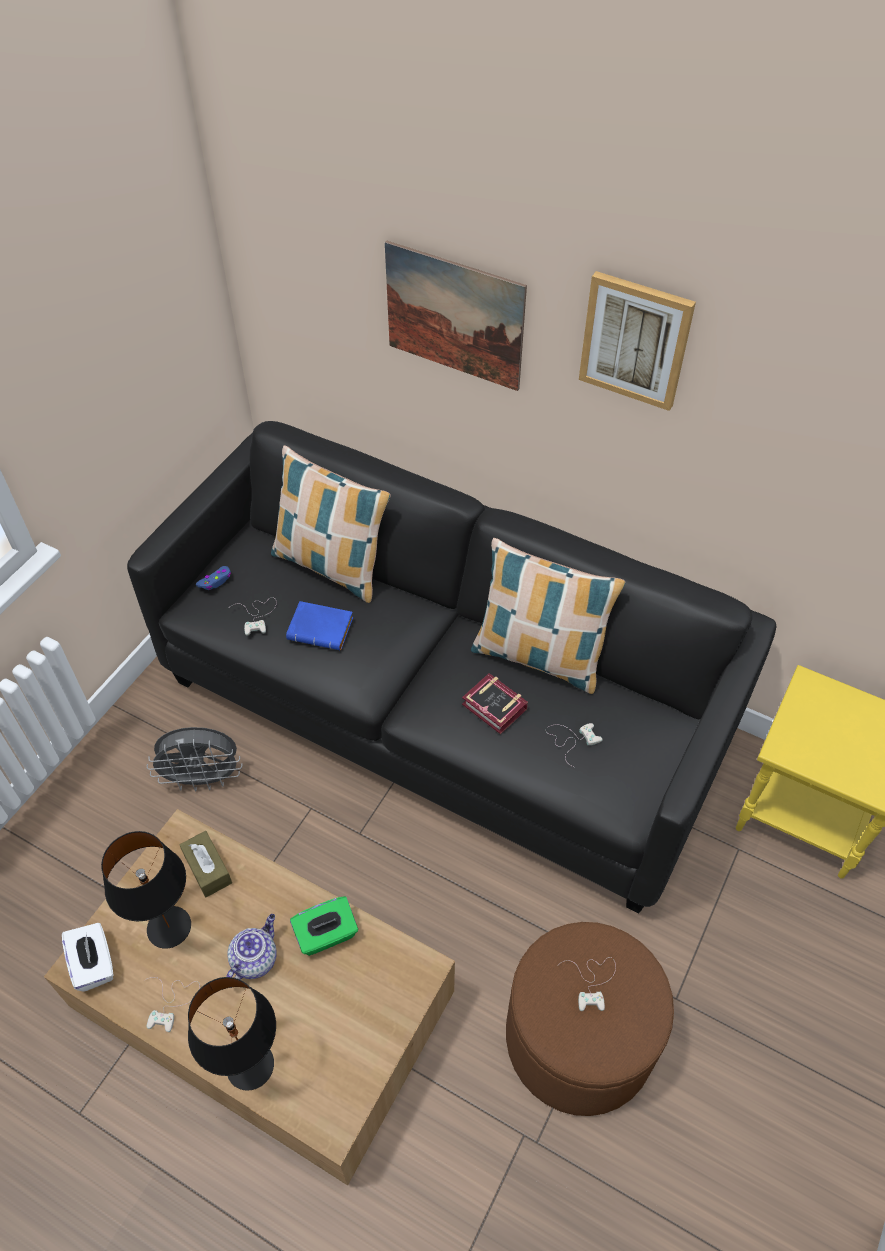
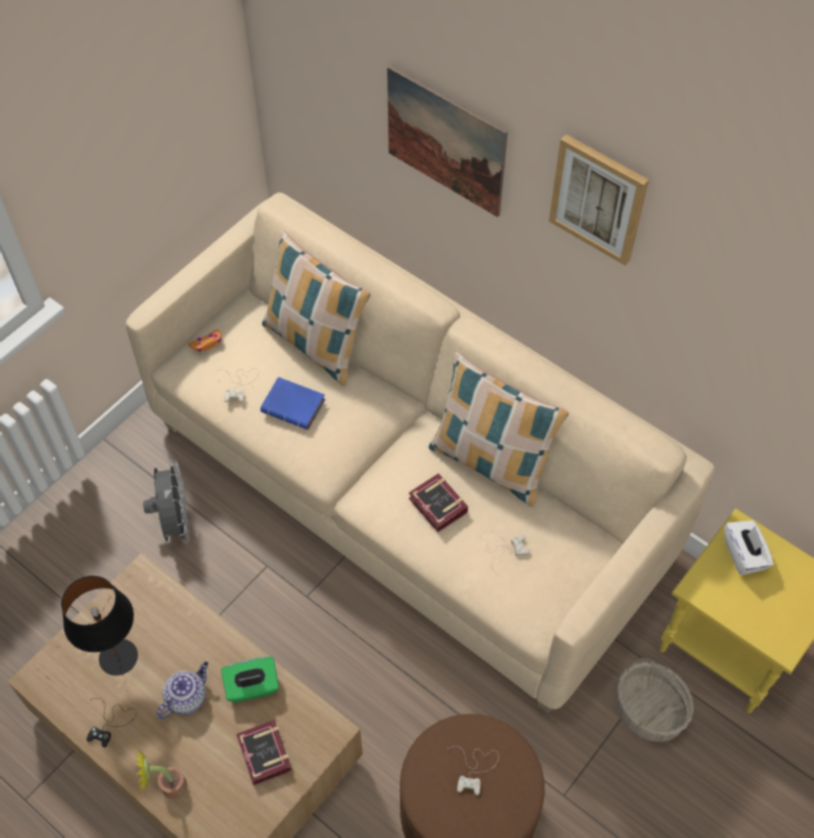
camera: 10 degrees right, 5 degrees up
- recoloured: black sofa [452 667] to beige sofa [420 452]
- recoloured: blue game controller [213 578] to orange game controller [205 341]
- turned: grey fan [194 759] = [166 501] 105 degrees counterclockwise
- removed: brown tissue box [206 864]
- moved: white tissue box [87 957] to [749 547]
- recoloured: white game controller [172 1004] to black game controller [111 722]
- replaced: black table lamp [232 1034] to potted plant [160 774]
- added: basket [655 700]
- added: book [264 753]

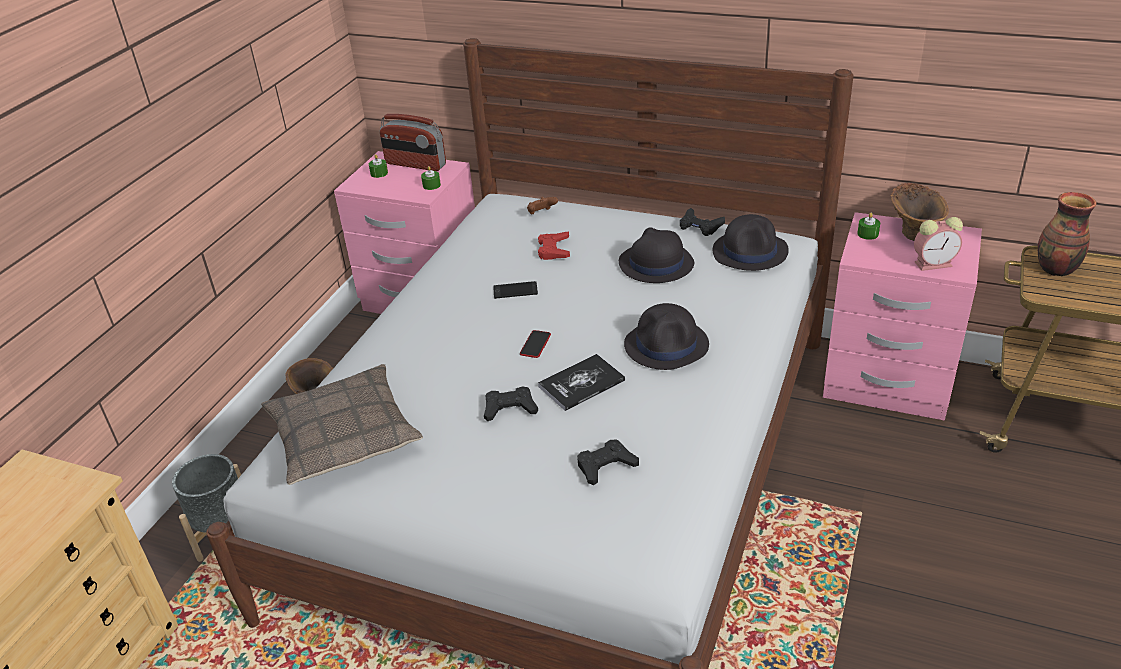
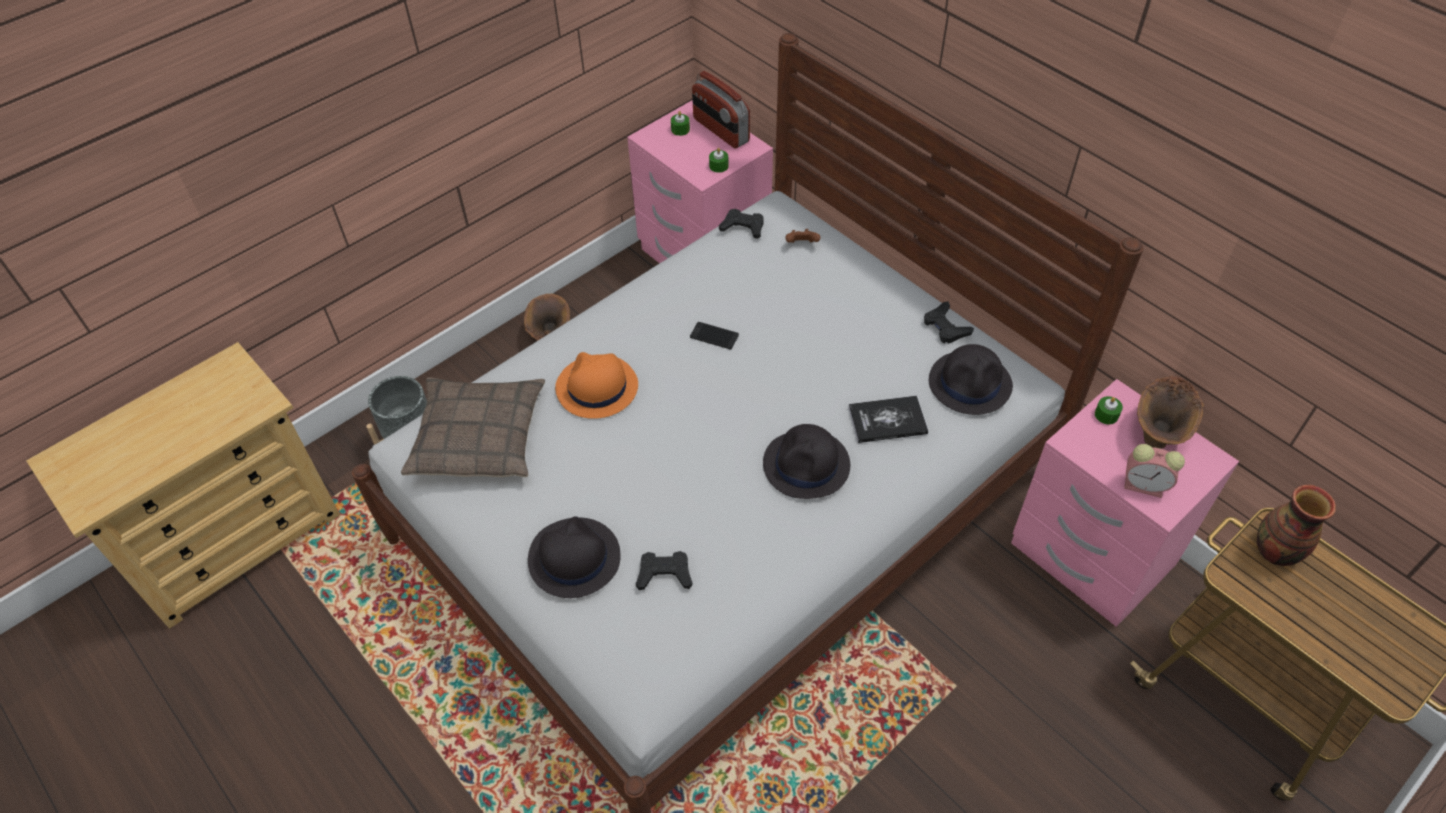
camera: 25 degrees right, 15 degrees up
- moved: black hat [656 255] to [574 557]
- removed: red game controller [554 246]
- removed: phone [535 344]
- moved: book [581 382] to [888 419]
- moved: black game controller [511 403] to [741 224]
- added: orange hat [596 385]

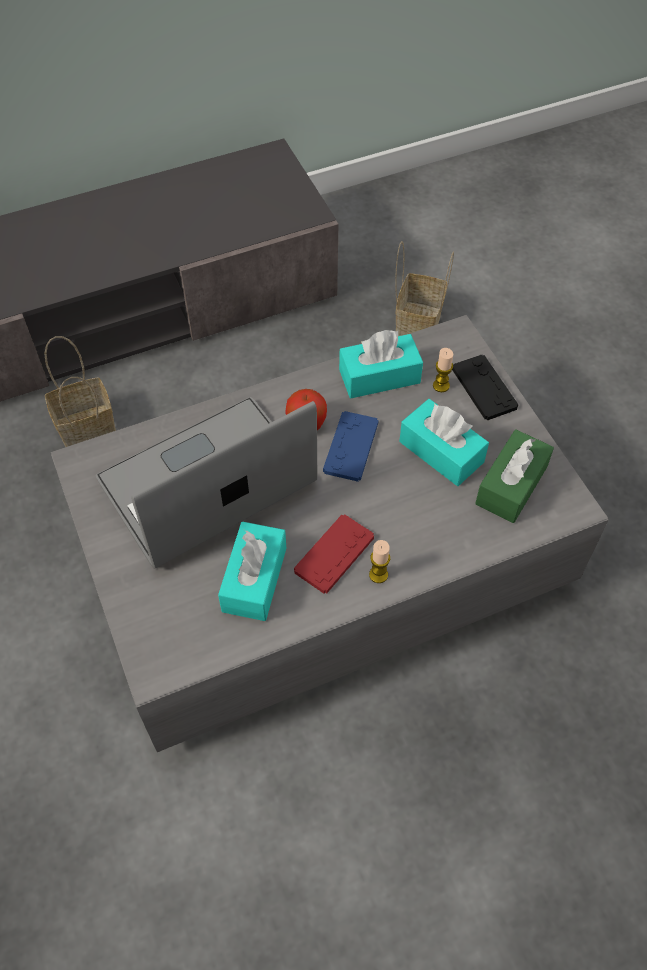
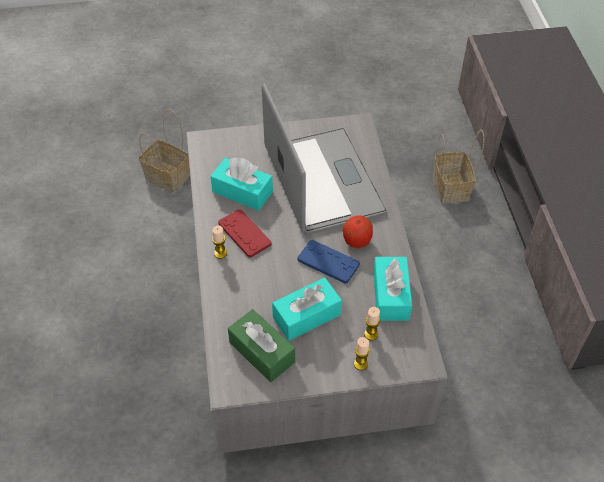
camera: 105 degrees right, 5 degrees down
- moved: basket [424 288] to [164 151]
- replaced: black game controller [485 387] to candle [362 353]

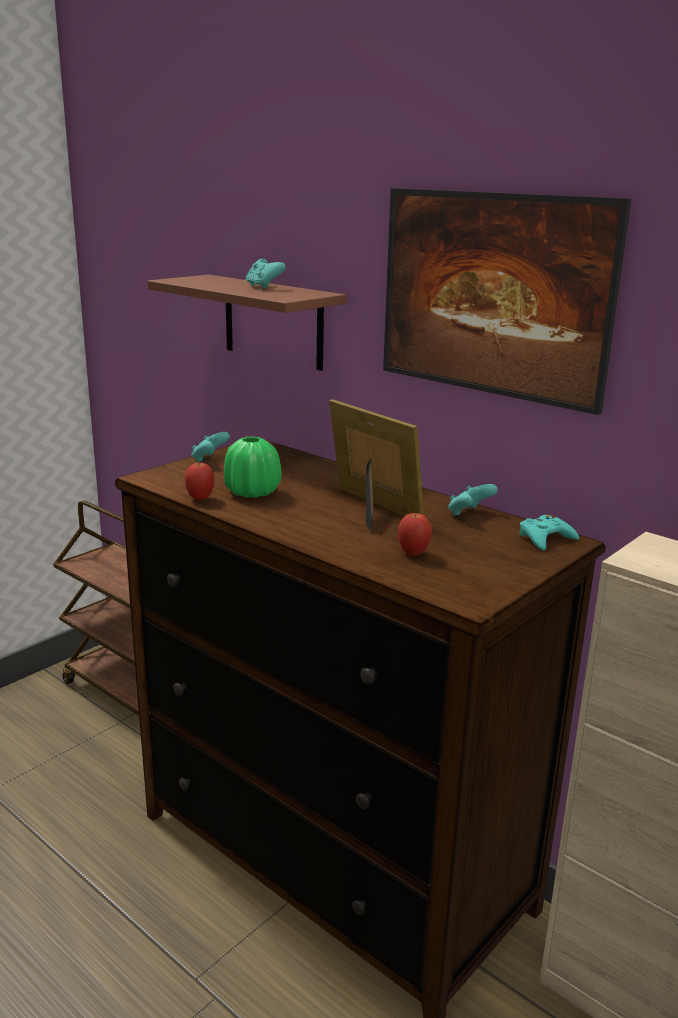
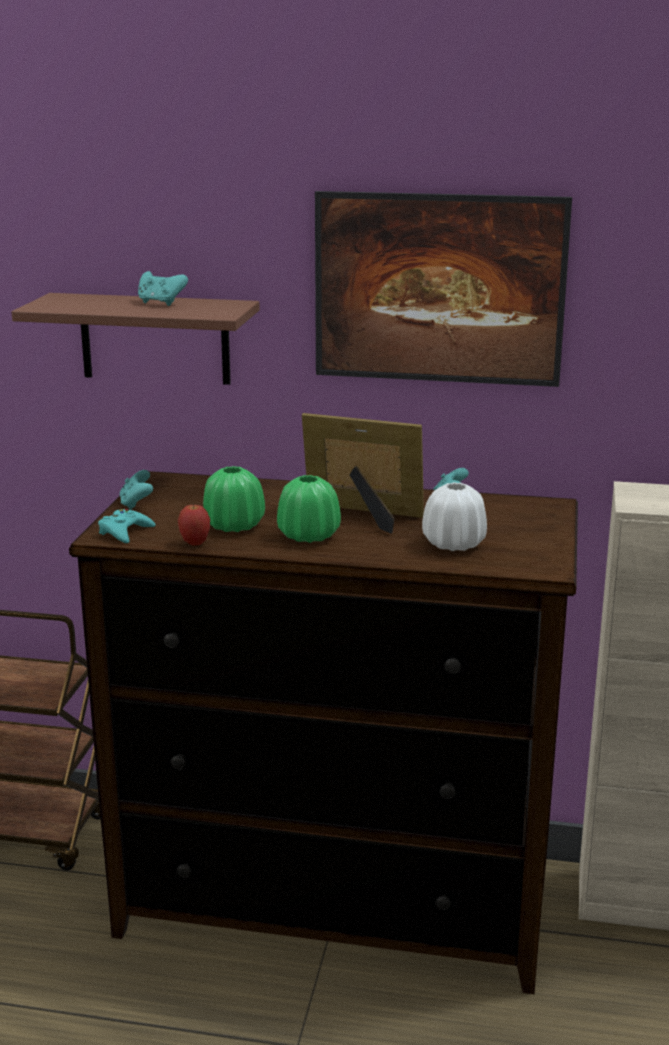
camera: 30 degrees left, 0 degrees up
- replaced: apple [415 533] to white vase [454 516]
- moved: turquoise game controller [549 533] to [127 526]
- added: green vase [309 509]

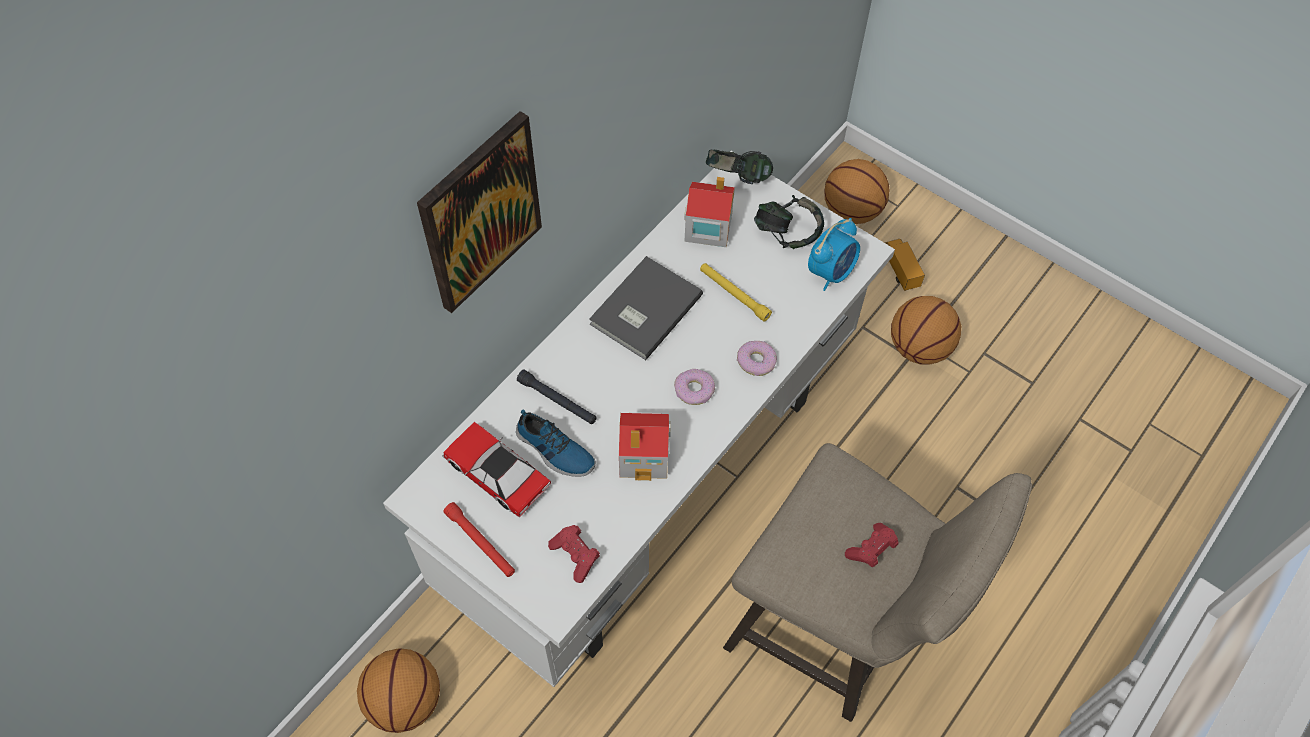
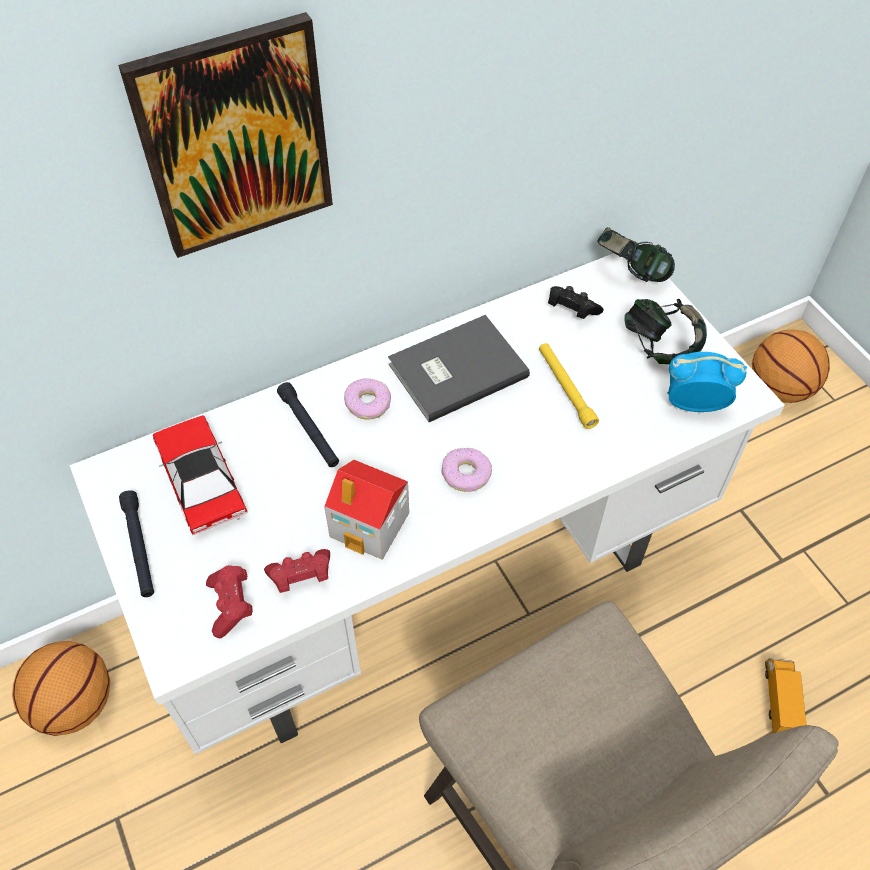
camera: 25 degrees right, 5 degrees down
- replaced: toy house [709 212] to black game controller [576 302]
- turned: alarm clock [834 254] = [707 382] 150 degrees counterclockwise
- moved: toy truck [905 265] to [785 695]
- removed: basketball [926 330]
- moved: donut [757 358] to [367 399]
- removed: shoe [556 443]
- recoloured: red flashlight [479 539] to black flashlight [136 543]
- moved: red game controller [871 545] to [297 571]

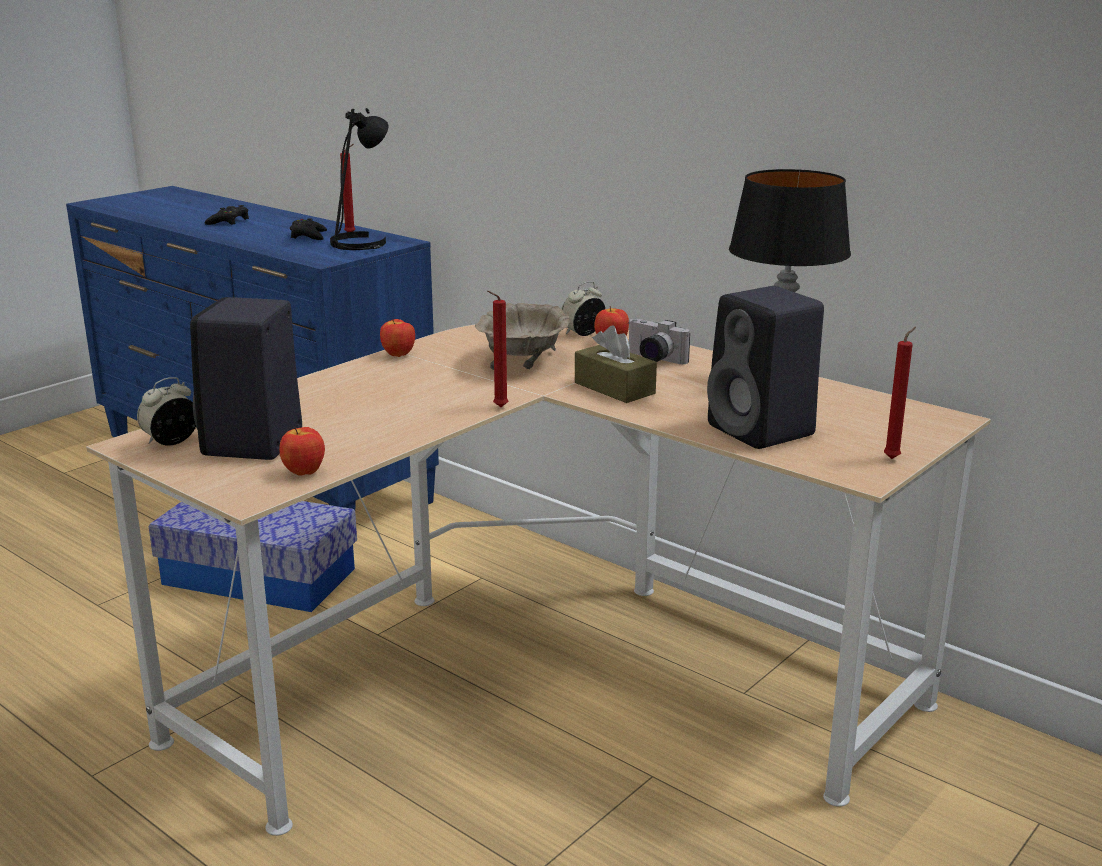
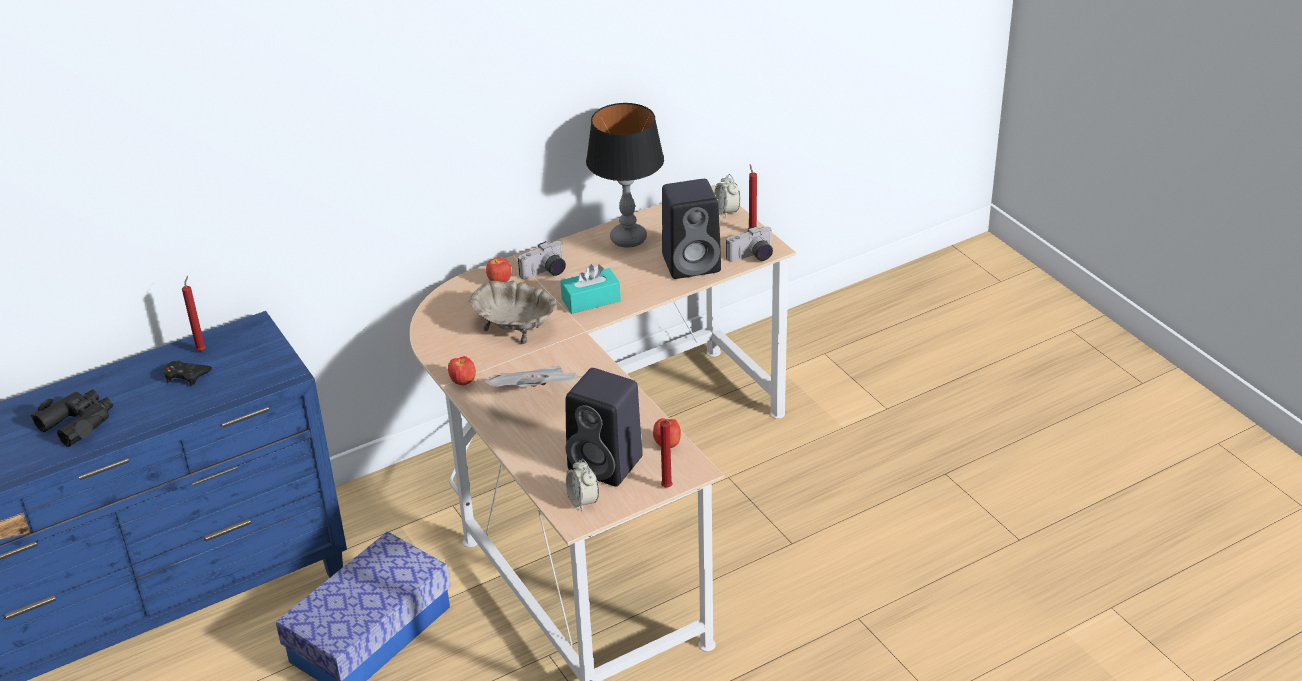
camera: 70 degrees left, 15 degrees up
- removed: black table lamp [359 179]
- replaced: black game controller [226 215] to black binoculars [72 418]
- moved: alarm clock [583 308] to [727 195]
- moved: red candle [498 349] to [666 454]
- recoloured: brown tissue box [616 364] to turquoise tissue box [591 289]
- added: photo camera [749 244]
- added: newspaper [533 376]

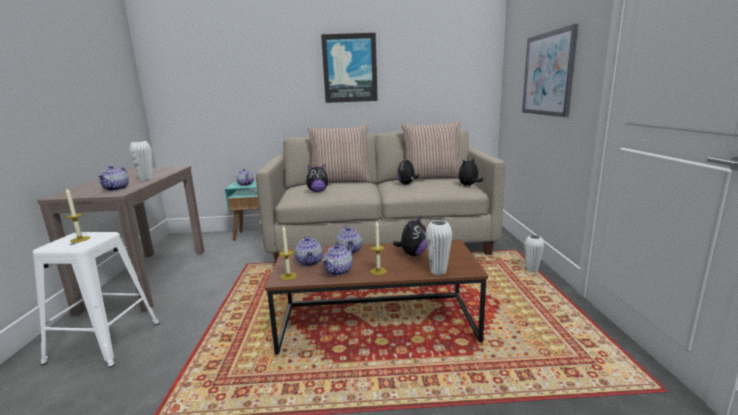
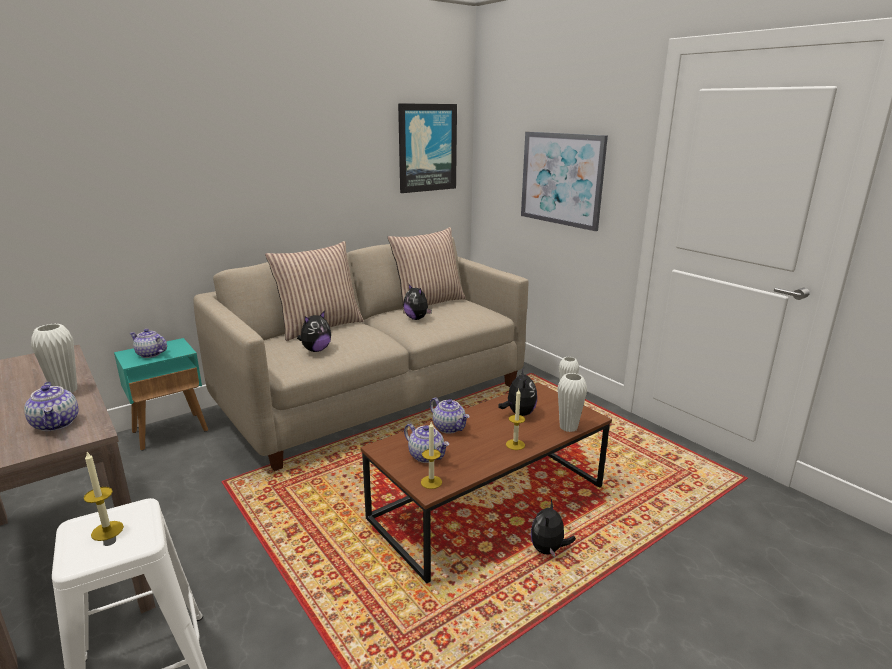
camera: 35 degrees left, 5 degrees up
- moved: picture [349 68] to [427 148]
- moved: plush toy [470 171] to [553 528]
- removed: teapot [337 259]

